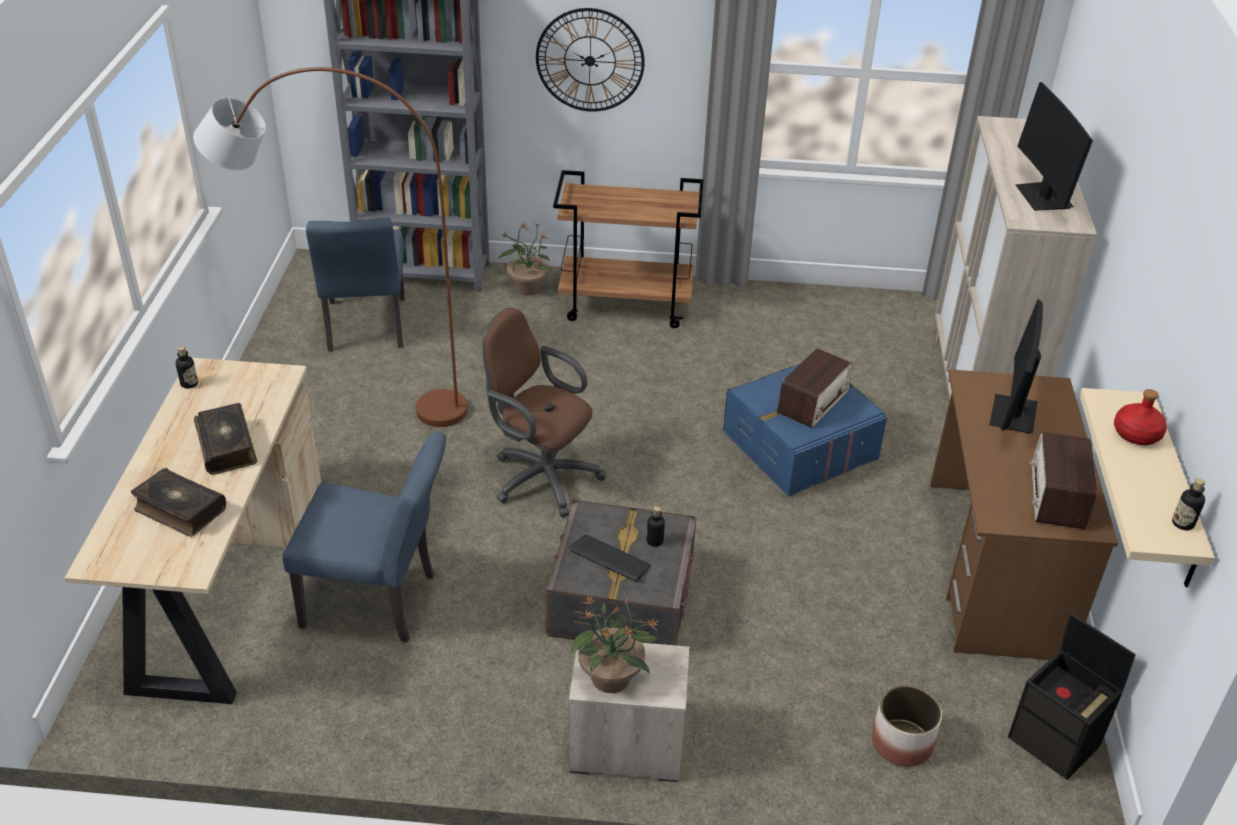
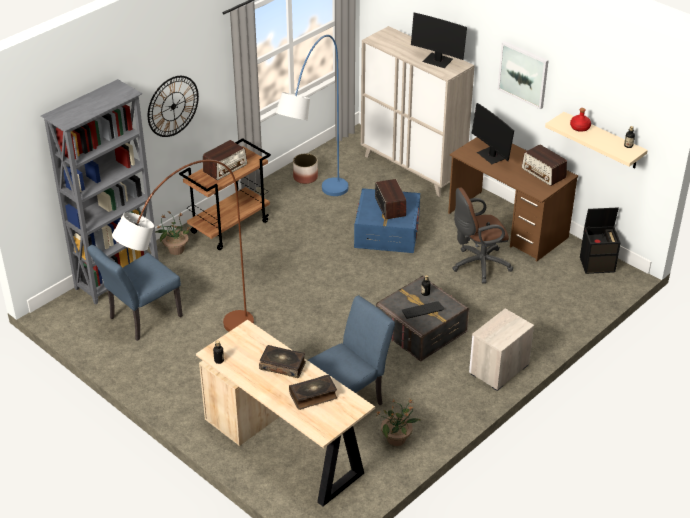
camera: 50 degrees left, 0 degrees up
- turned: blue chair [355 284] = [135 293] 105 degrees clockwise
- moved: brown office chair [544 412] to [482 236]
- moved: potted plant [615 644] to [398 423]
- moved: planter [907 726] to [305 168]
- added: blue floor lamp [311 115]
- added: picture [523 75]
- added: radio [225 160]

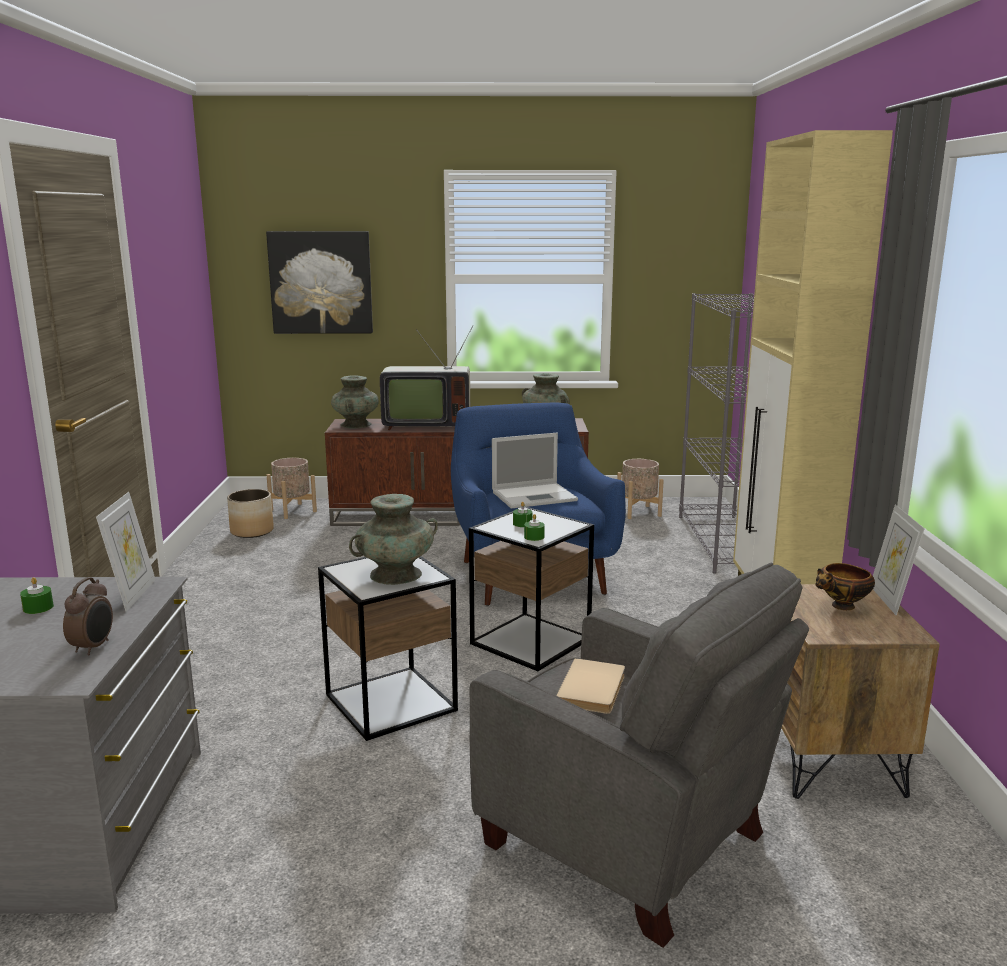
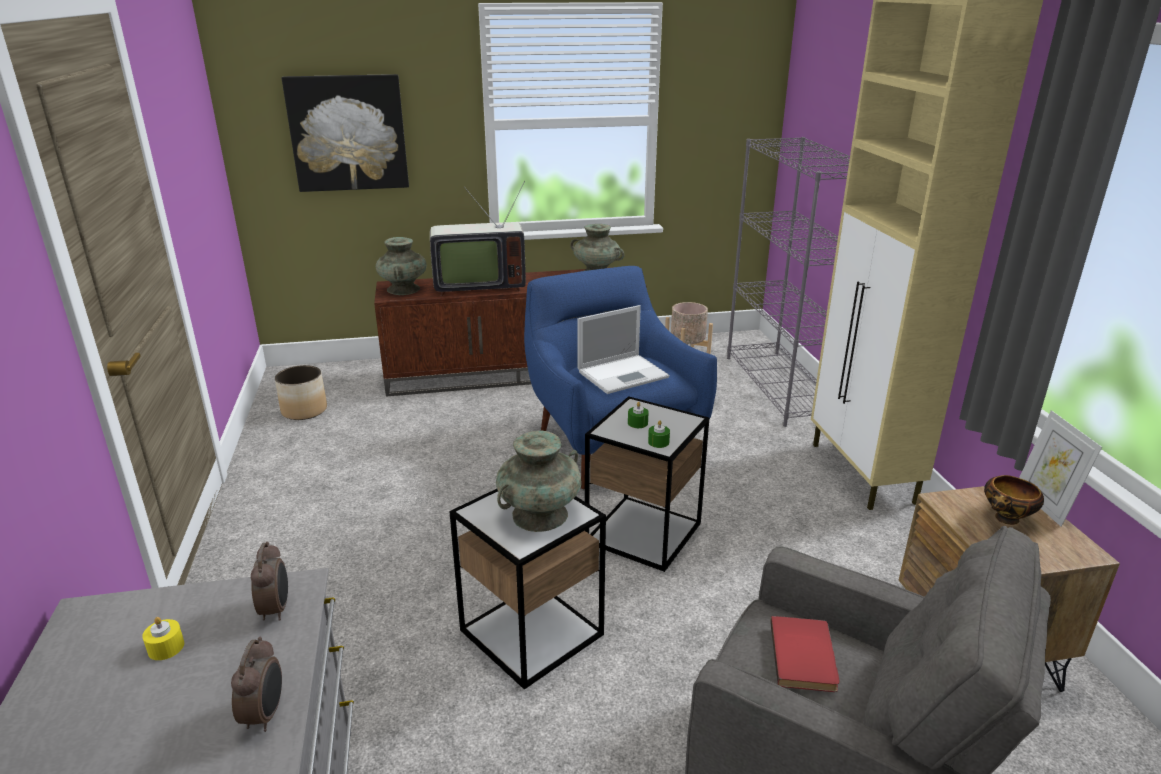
camera: 10 degrees left, 10 degrees up
- removed: beige planter [292 488]
- replaced: picture frame [126 552] to alarm clock [269 581]
- recoloured: green candle [37 595] to yellow candle [163 638]
- recoloured: beige book [590 686] to red book [805 654]

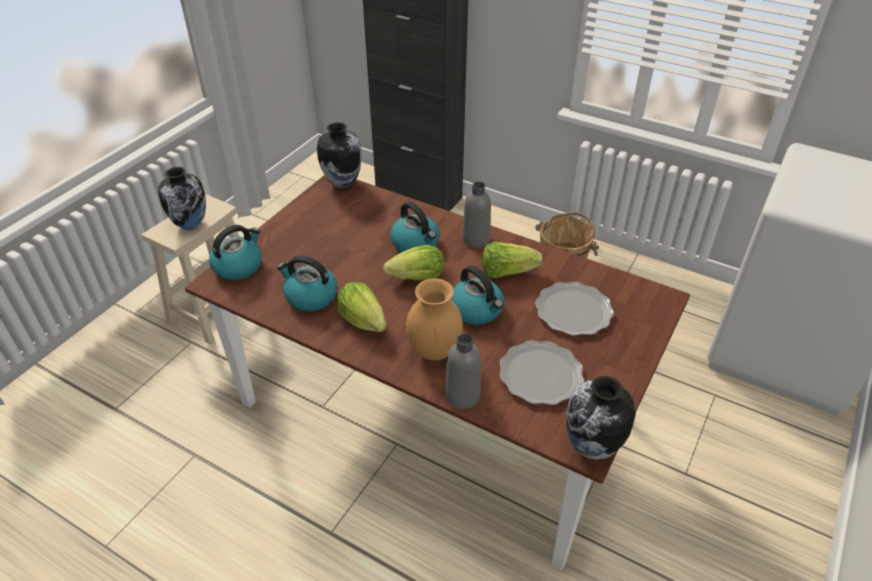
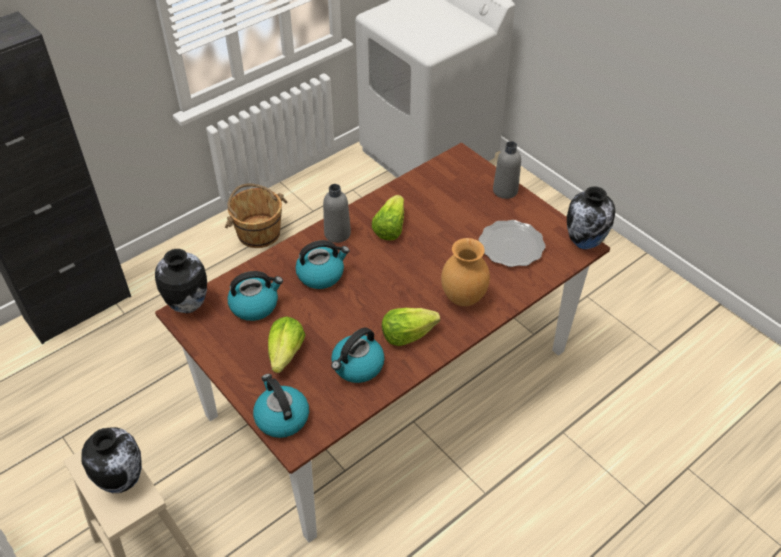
camera: 70 degrees left, 5 degrees up
- moved: lettuce [413 262] to [286 344]
- moved: kettle [477 295] to [255 296]
- removed: plate [574 309]
- moved: grey bottle [463 371] to [507 170]

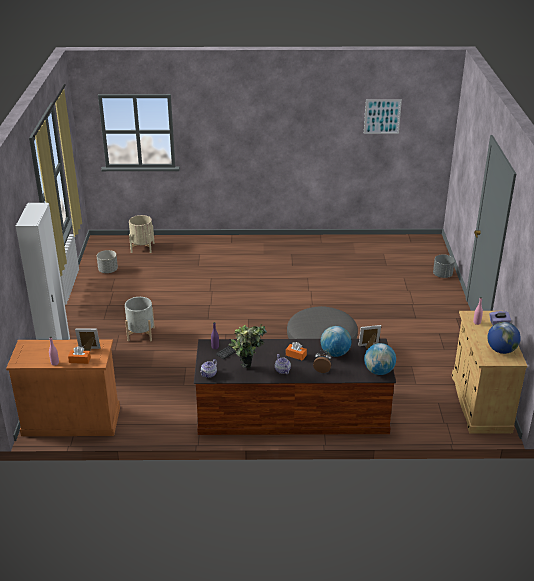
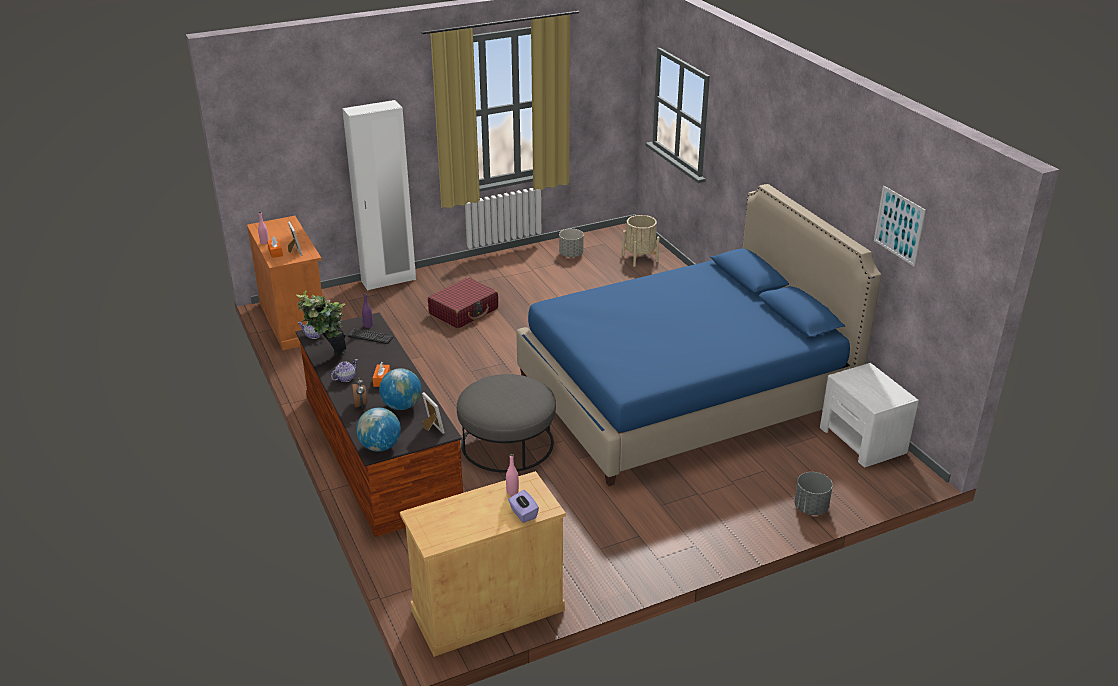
camera: 65 degrees right, 0 degrees up
- replaced: grey planter [140 319] to red suitcase [463 302]
- removed: globe [504 338]
- added: blue bed [698 335]
- added: white nightstand [869 415]

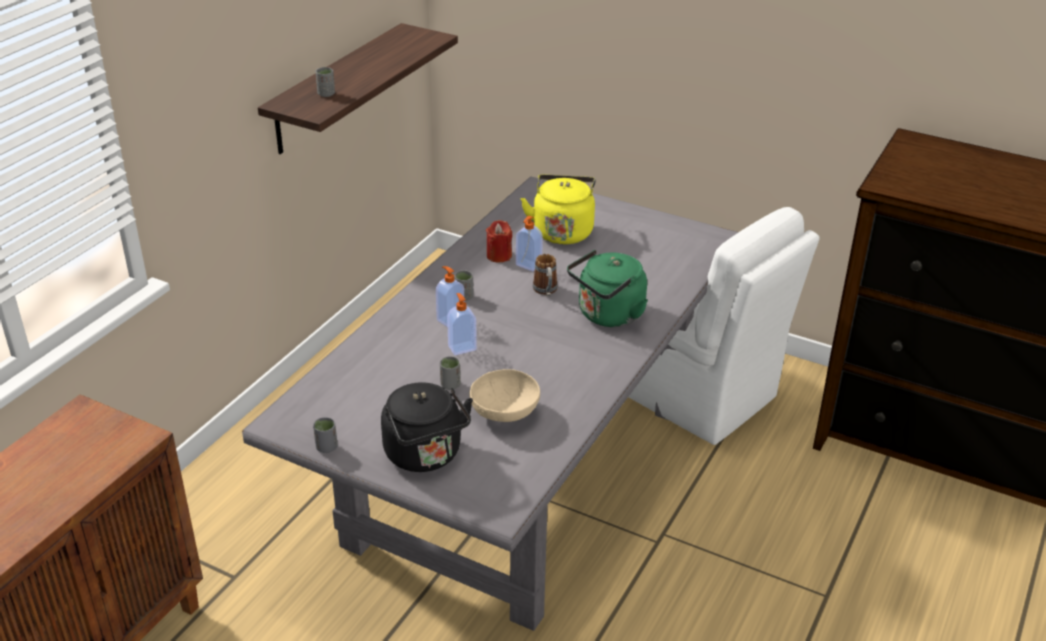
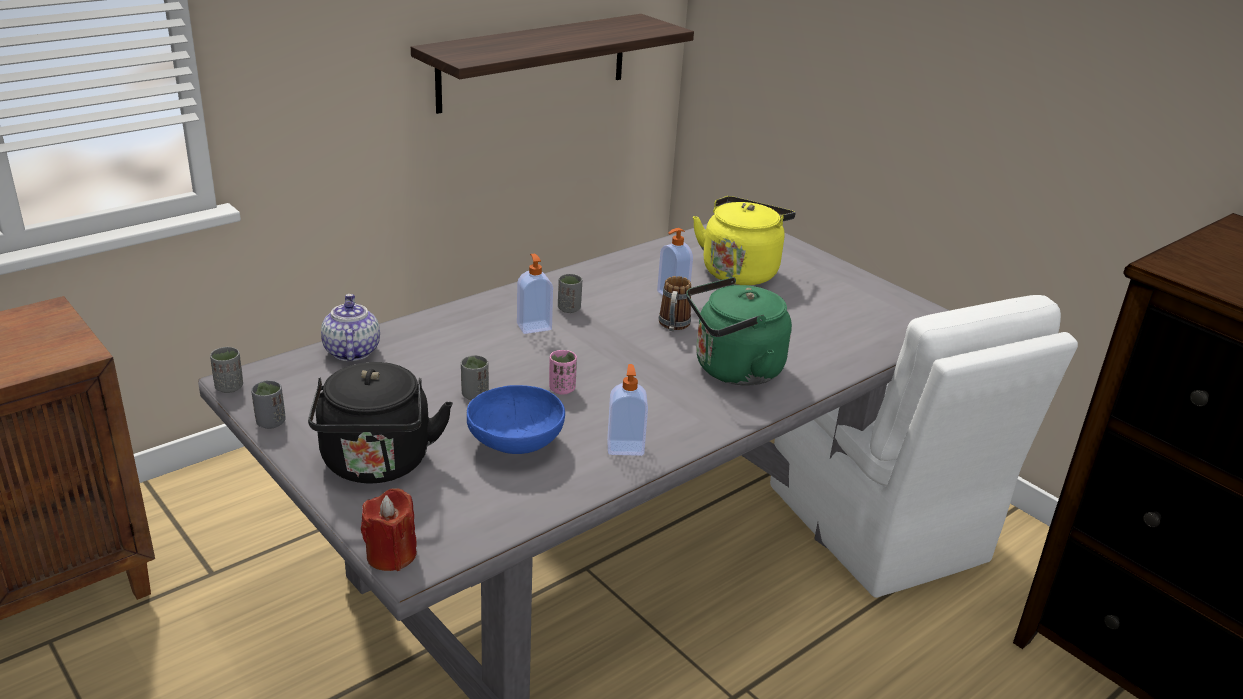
camera: 20 degrees right, 5 degrees down
- moved: grey cup [325 82] to [226 370]
- moved: red candle [499 241] to [389 529]
- moved: soap dispenser [462 324] to [627 410]
- recoloured: beige bowl [504 395] to blue bowl [516 419]
- added: teapot [350 327]
- added: pink cup [563 372]

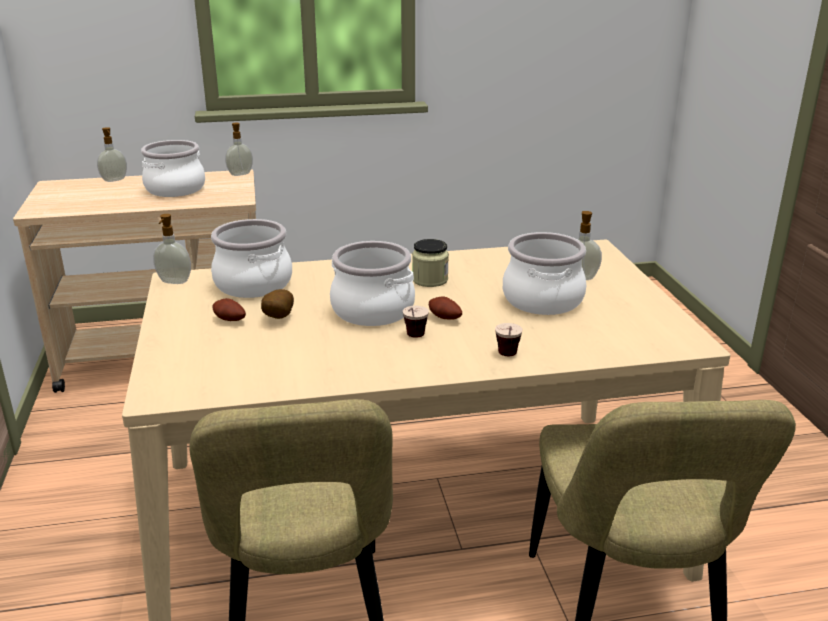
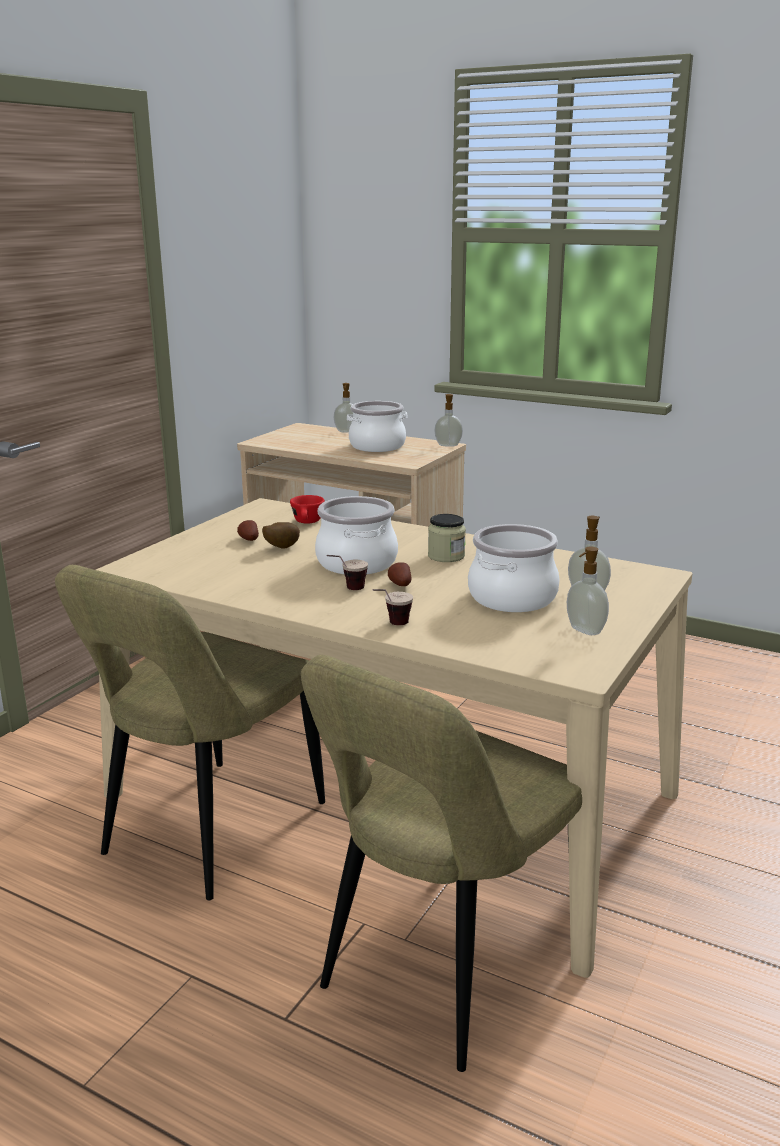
camera: 40 degrees right, 5 degrees down
- moved: soap dispenser [172 249] to [588 591]
- replaced: cooking pot [251 258] to red cup [307 509]

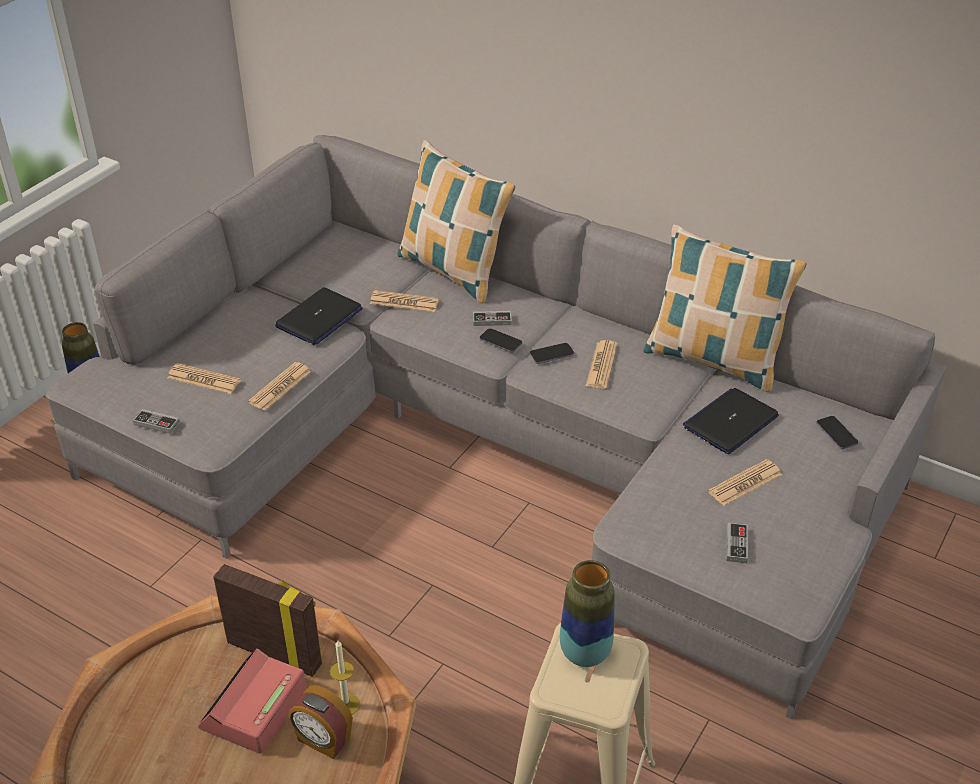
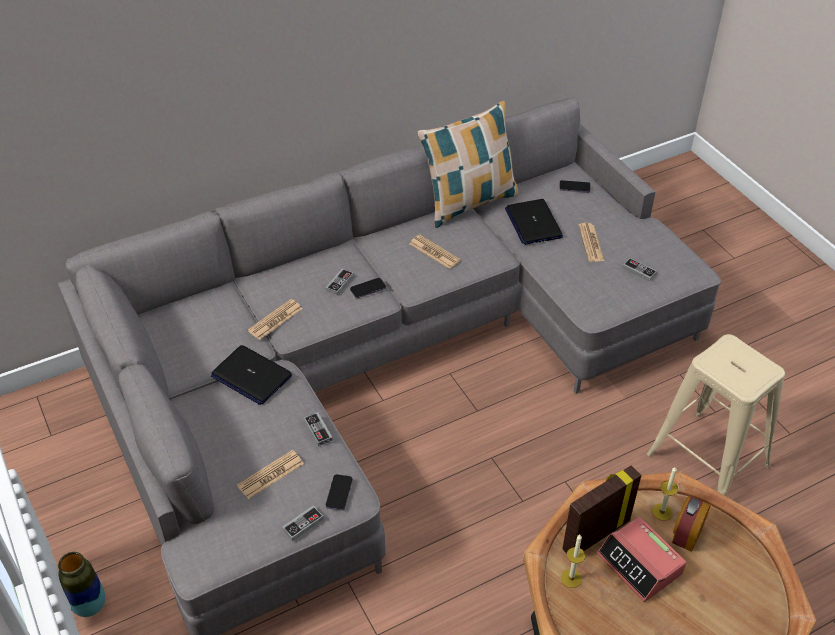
camera: 60 degrees left, 5 degrees up
- removed: pillow [456 222]
- turned: laptop [319 316] = [251 375] 150 degrees clockwise
- moved: phone [552 353] to [339 492]
- replaced: newspaper [280 386] to game controller [318 429]
- removed: vase [587 613]
- turned: alarm clock [320 722] = [691 524] 150 degrees clockwise
- added: candle [573 561]

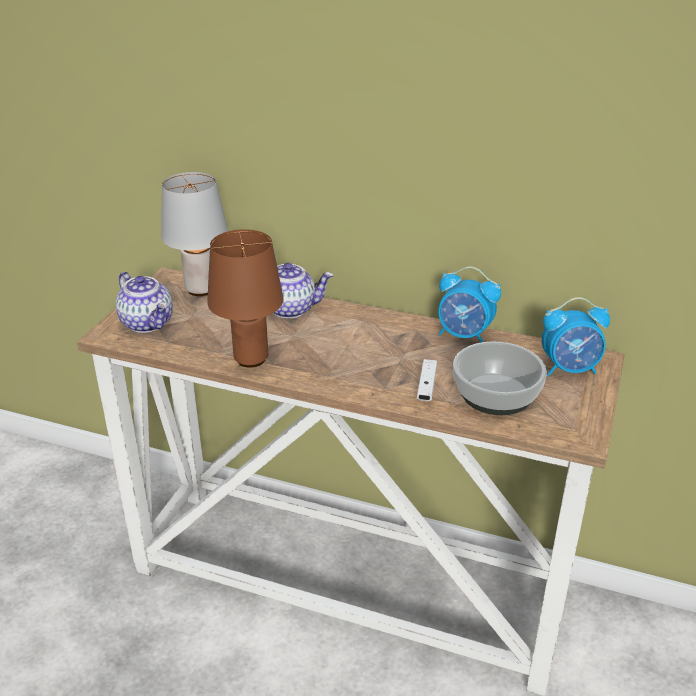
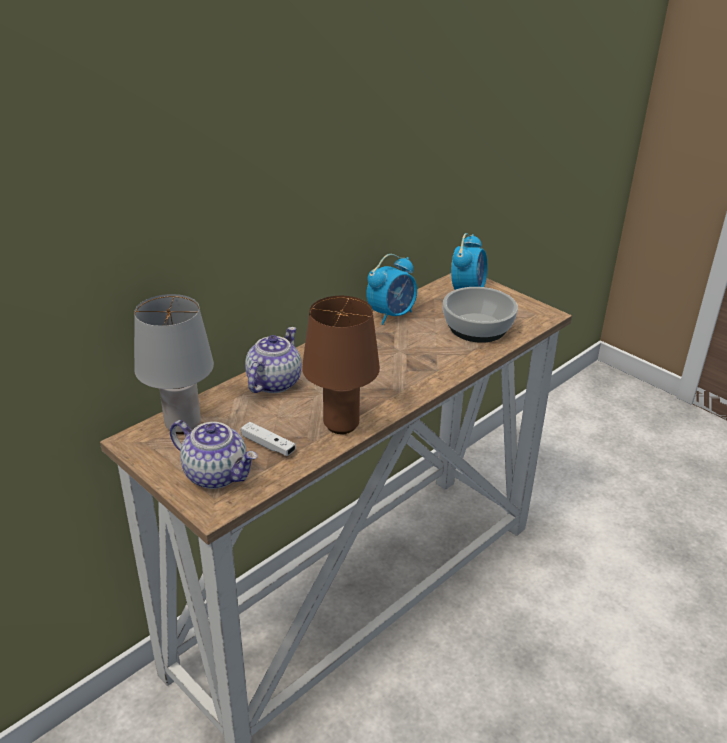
camera: 65 degrees left, 0 degrees up
- turned: teapot [144 302] = [213 454] 45 degrees clockwise
- moved: white game controller [427 380] to [268 439]

